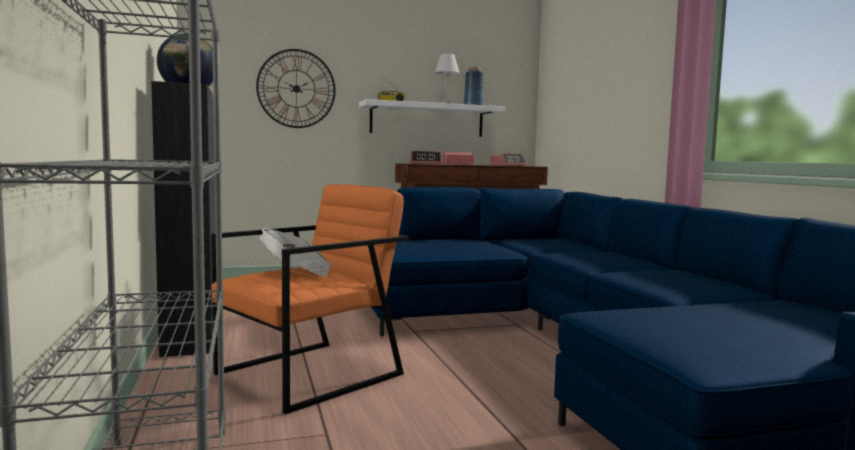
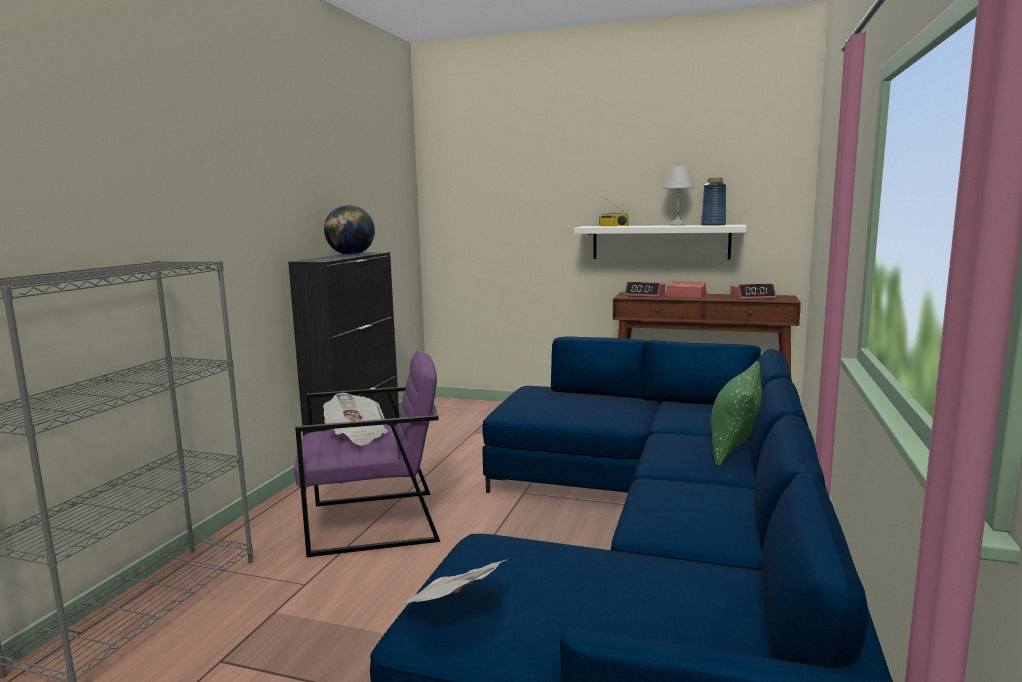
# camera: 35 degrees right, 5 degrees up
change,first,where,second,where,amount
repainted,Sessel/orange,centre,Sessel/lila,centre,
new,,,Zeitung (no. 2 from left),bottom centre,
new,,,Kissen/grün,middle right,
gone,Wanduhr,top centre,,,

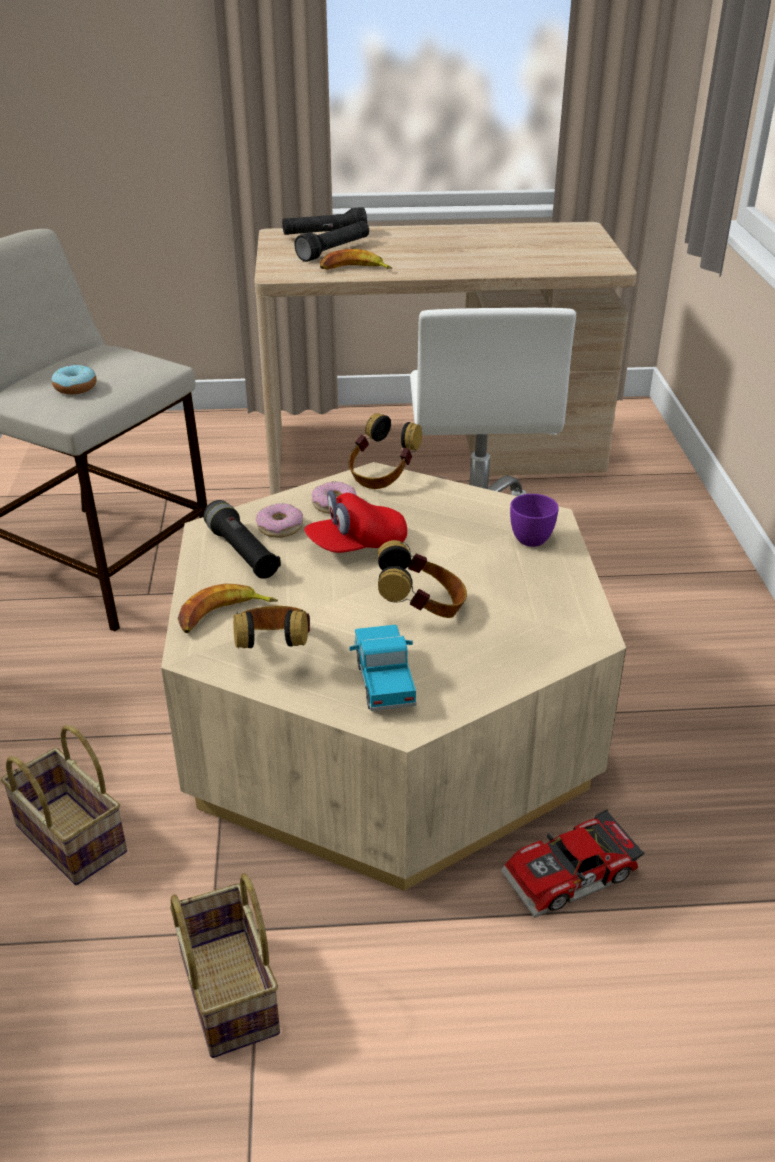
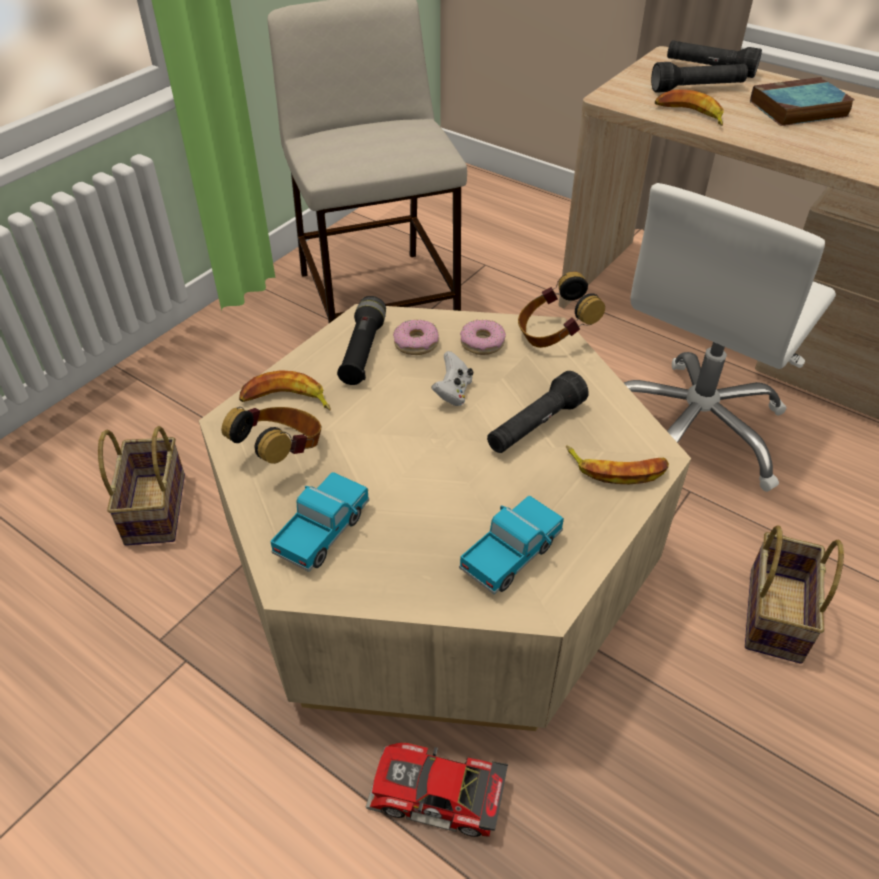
# camera: 40 degrees right, 10 degrees up
change,first,where,second,where,amount
swapped,Kappe/rot,centre,Gamepad/weiß,centre,
new,,,Spielzeuglaster (no. 2 from left),centre,
new,,,Taschenlampe/schwarz (no. 2 from left),centre,
swapped,Tasse/lila,middle right,Banane (no. 2 from left),middle right,
shifted,Korb (no. 2 from left),bottom left,,bottom right,
new,,,Buch,top right,
gone,Donut (no. 1 from left),top left,,,
gone,Kopfhörer (no. 3 from left),centre,,,

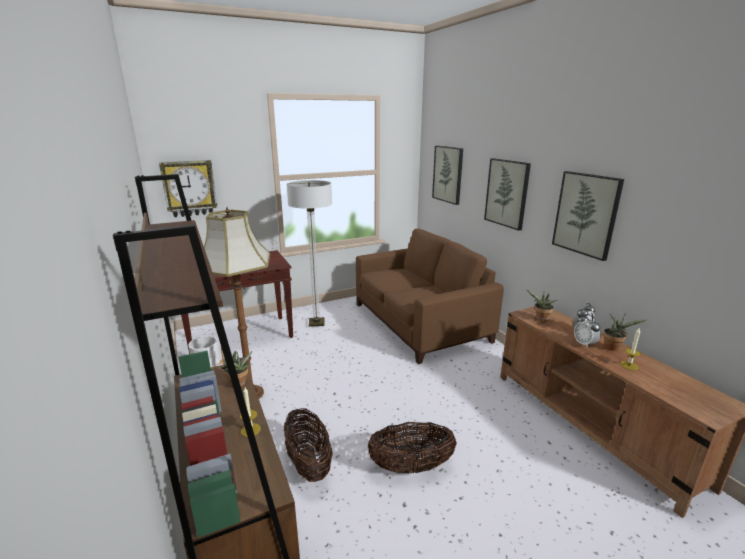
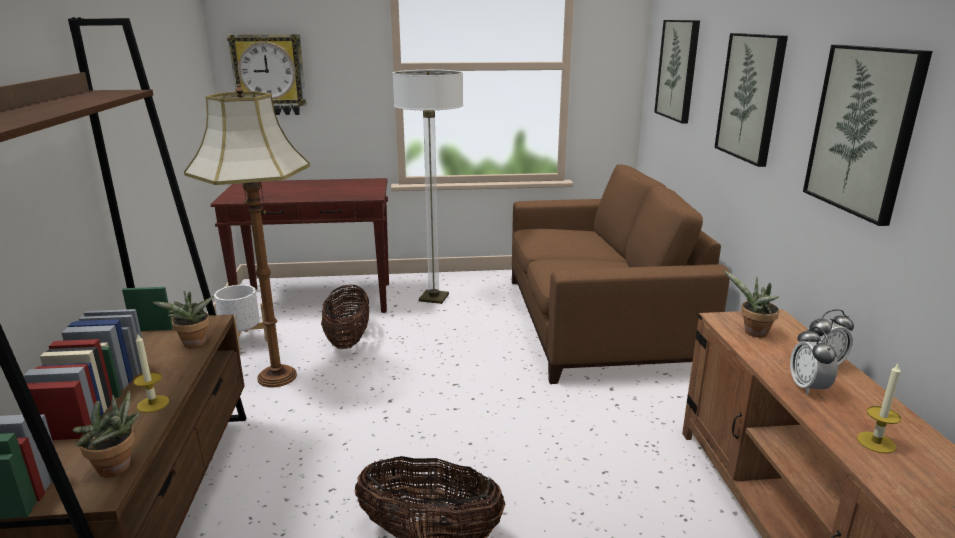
# camera: 20 degrees right, 0 degrees up
change,first,where,second,where,amount
shifted,Topfpflanze (no. 3 from left in the first image),middle right,Topfpflanze (no. 1 from left),bottom left,
shifted,Korb (no. 1 from left),bottom centre,,centre,

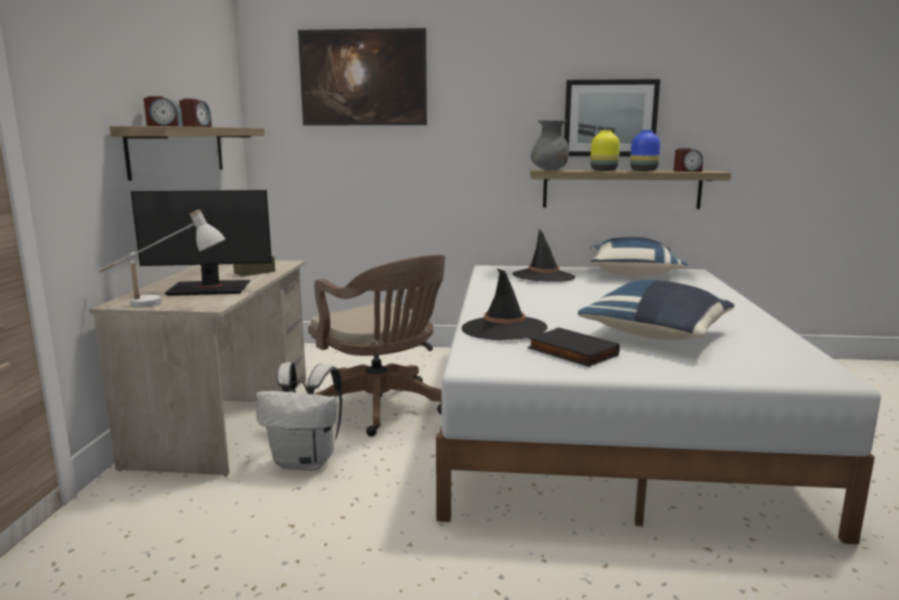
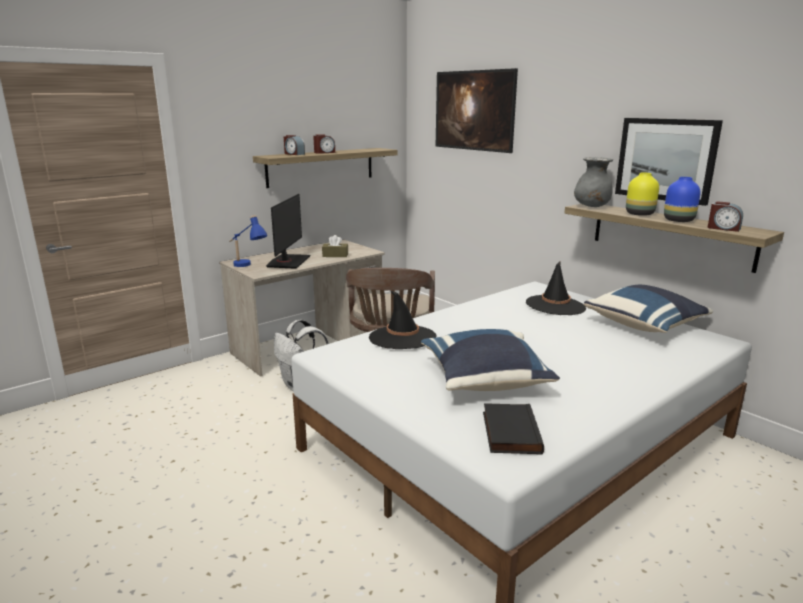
# camera: 45 degrees right, 5 degrees up
change,first,where,second,where,amount
repainted,Tischlampe/weiß,middle left,Tischlampe/blau,middle left,
rotated,Monitor,middle left,,centre,120 degrees counterclockwise
shifted,Buch/schwarz,centre,,bottom centre,

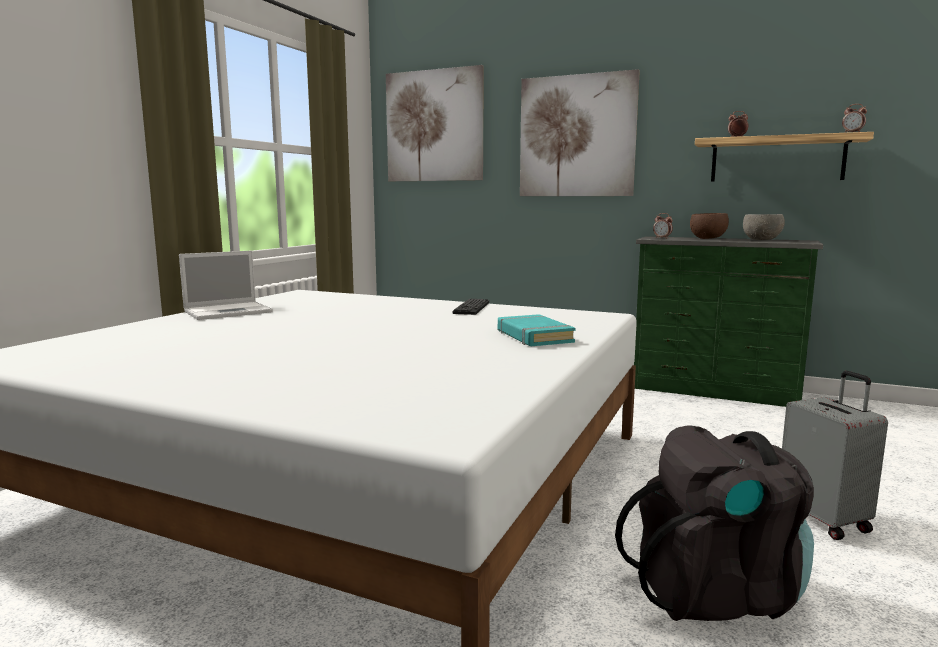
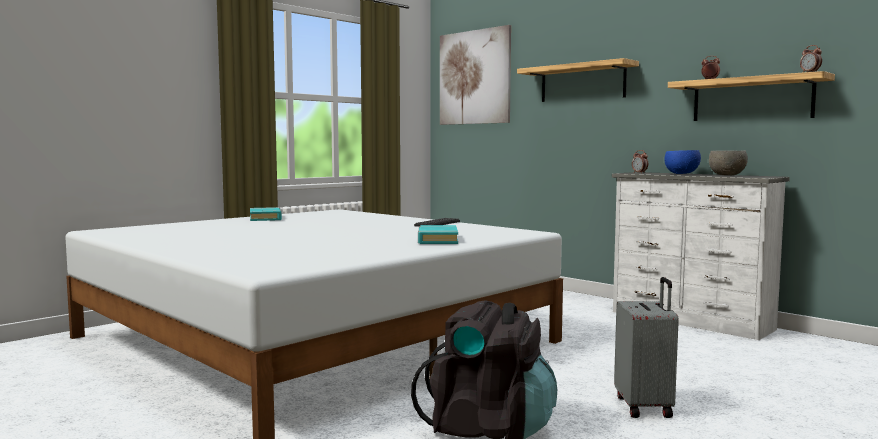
# camera: 20 degrees right, 5 degrees down
change,first,where,second,where,amount
swapped,Laptop,middle left,Buch/türkis (no. 1 from left),middle left,
swapped,Bild (no. 2 from left),top centre,Wandregal (no. 1 from left),top centre,
repainted,Kommode/grün,middle right,Kommode/weiß,middle right,
repainted,Schüssel/braun,middle right,Schüssel/blau,middle right,

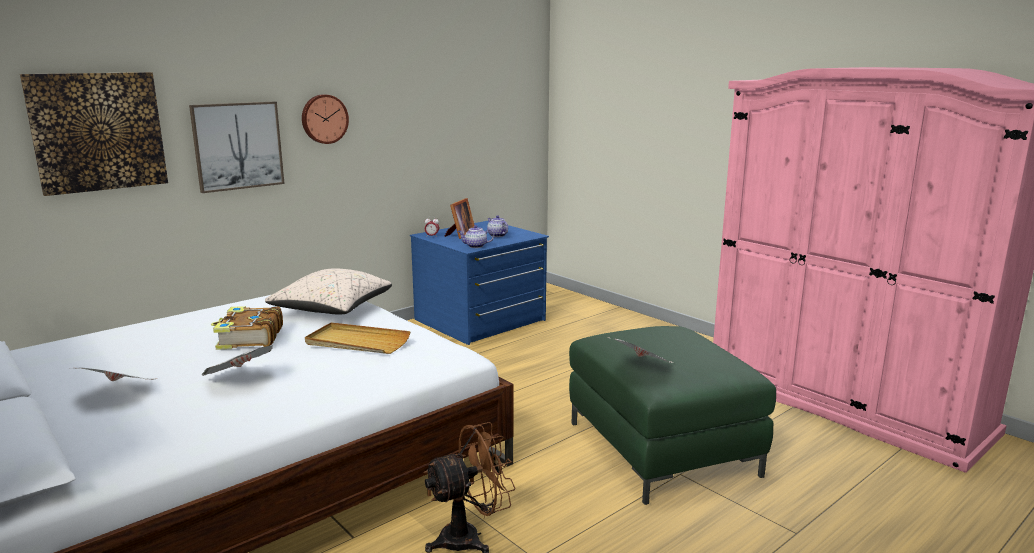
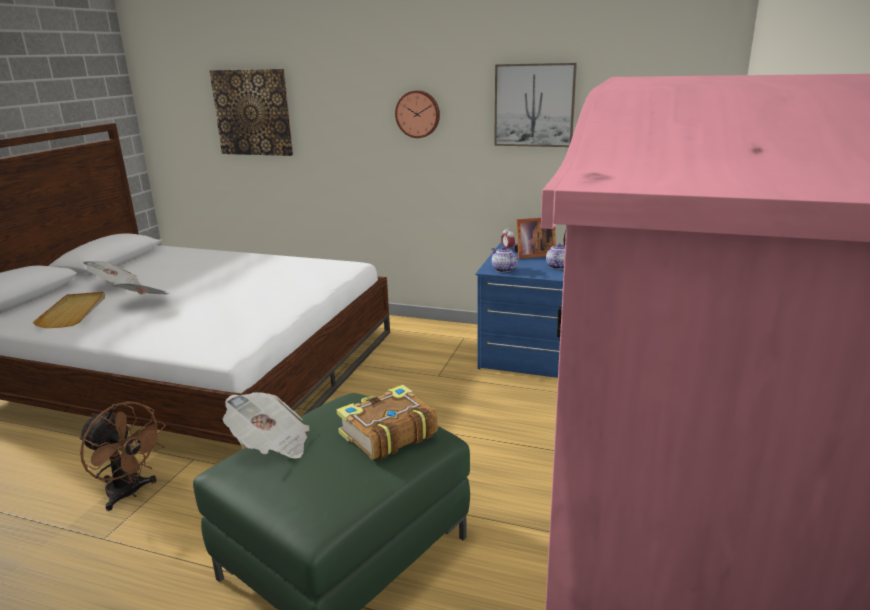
# camera: 60 degrees right, 5 degrees up
change,first,where,second,where,amount
shifted,Tablett/beige,centre,,middle left,
shifted,Buch,middle left,,bottom centre,
shifted,Bild (no. 2 from left),top left,,top centre,
gone,Kissen/beige,middle left,,,

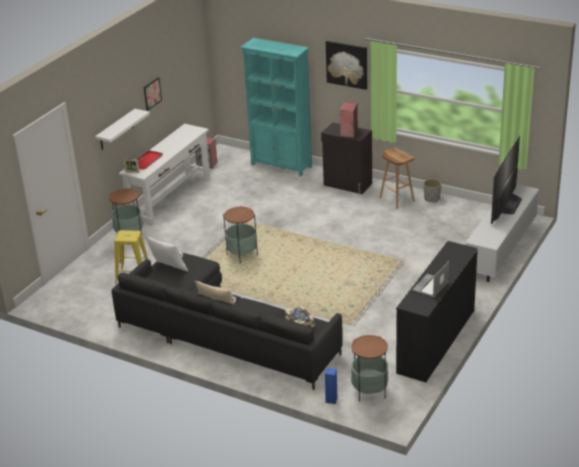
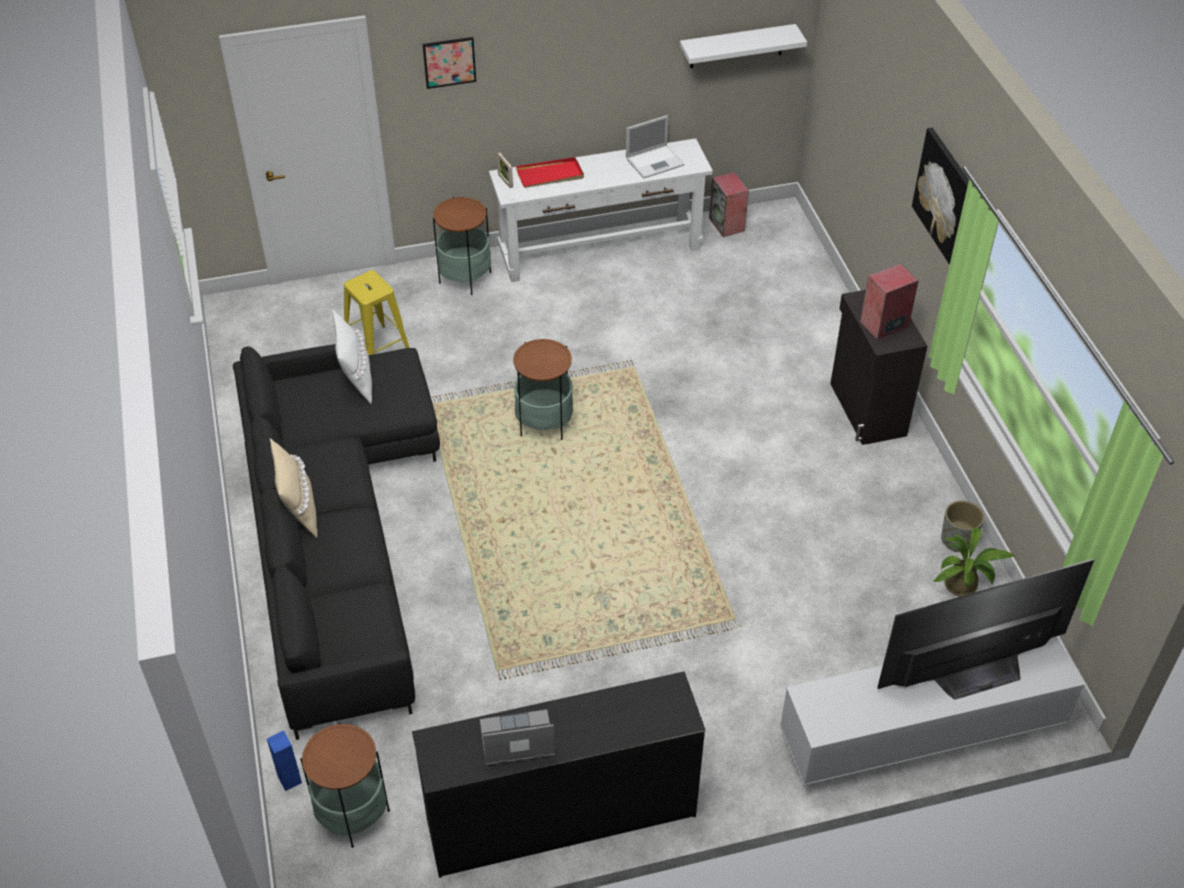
# camera: 45 degrees right, 15 degrees up
change,first,where,second,where,amount
shifted,Bild (no. 1 from left),top left,,top centre,
new,,,Laptop (no. 2 from left),top centre,
shifted,Wandregal/weiß,top left,,top centre,
new,,,Topfpflanze,middle right,
gone,Bücherregal/türkis,top centre,,,
gone,Buch,bottom centre,,,
gone,Hocker/braun,middle right,,,

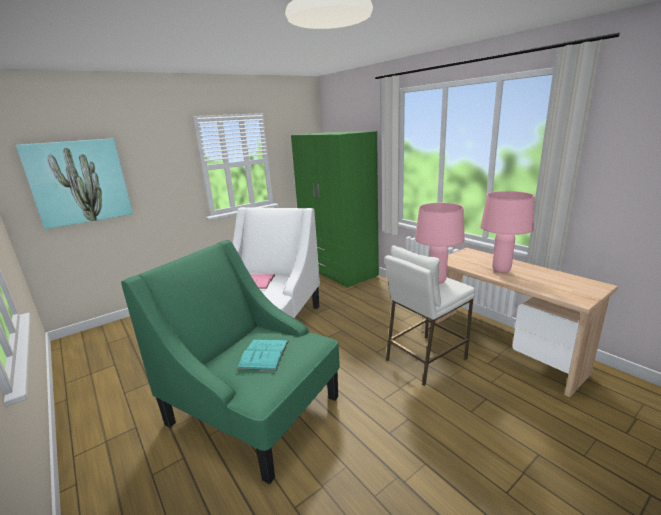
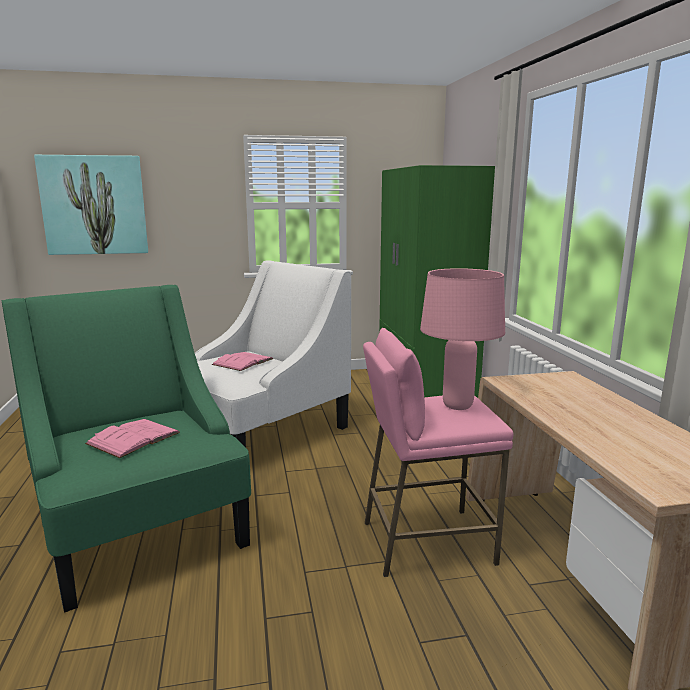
# camera: 25 degrees right, 5 degrees down
change,first,where,second,where,amount
repainted,Buch/türkis,bottom centre,Buch/rosa (no. 1 from left),middle left,
repainted,Hocker/weiß,centre,Hocker/rosa,centre,
gone,Tischlampe/rosa (no. 2 from left),middle right,,,

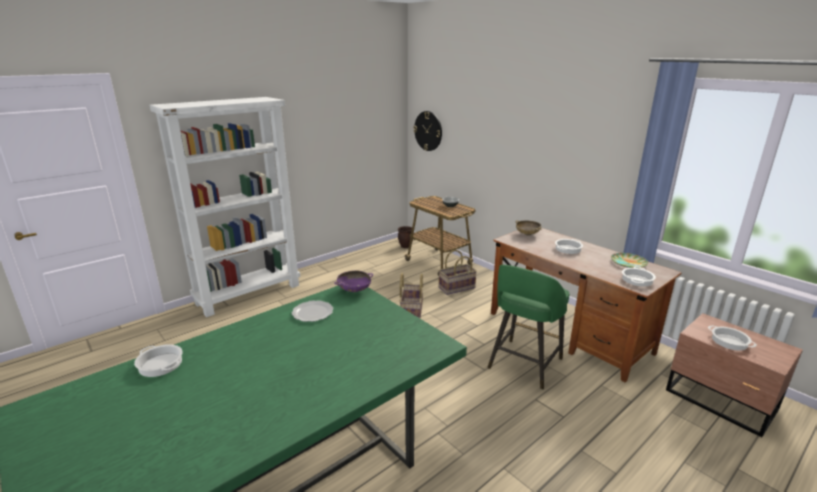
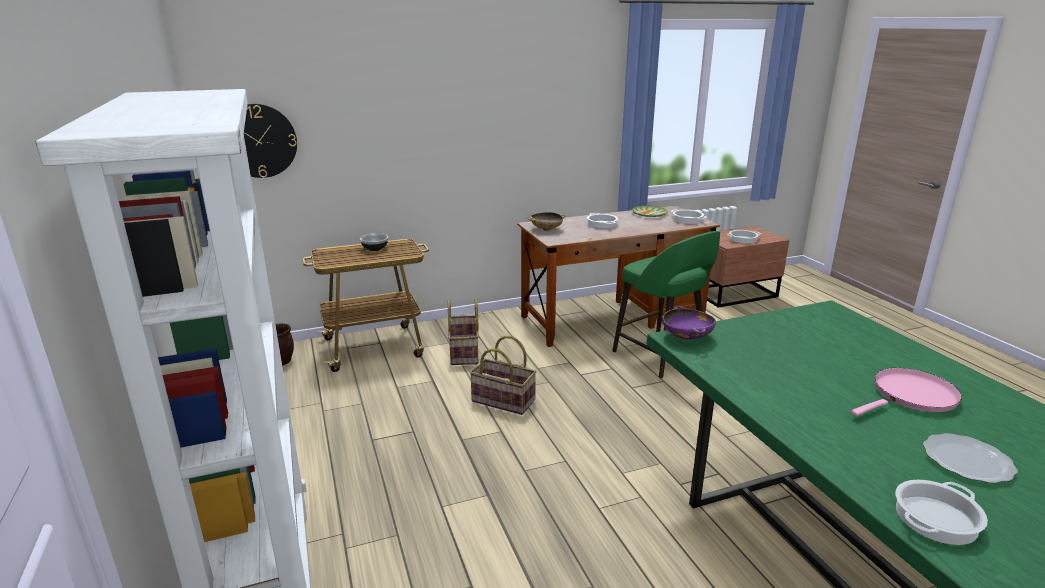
# camera: 70 degrees left, 0 degrees up
change,first,where,second,where,amount
new,,,Pfanne/rosa,bottom right,
shifted,Teller (no. 1 from left in the first image),centre,Teller (no. 2 from left),bottom right,

